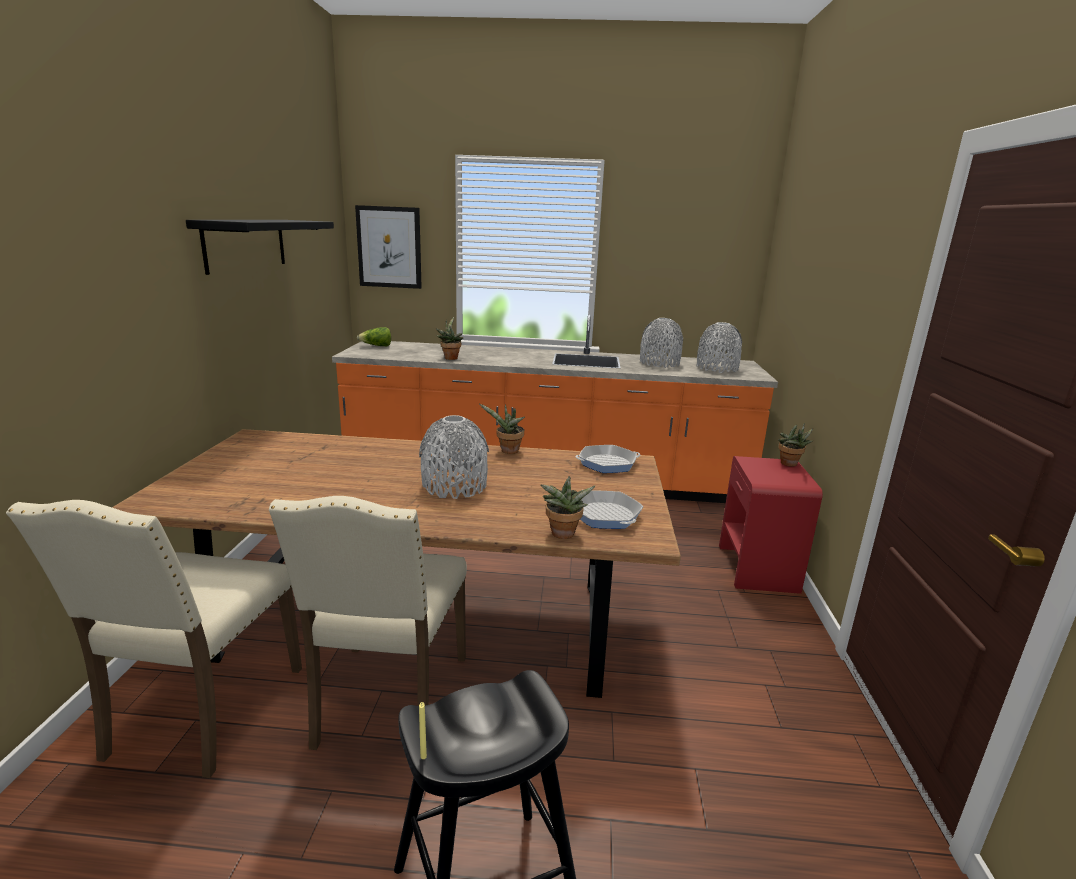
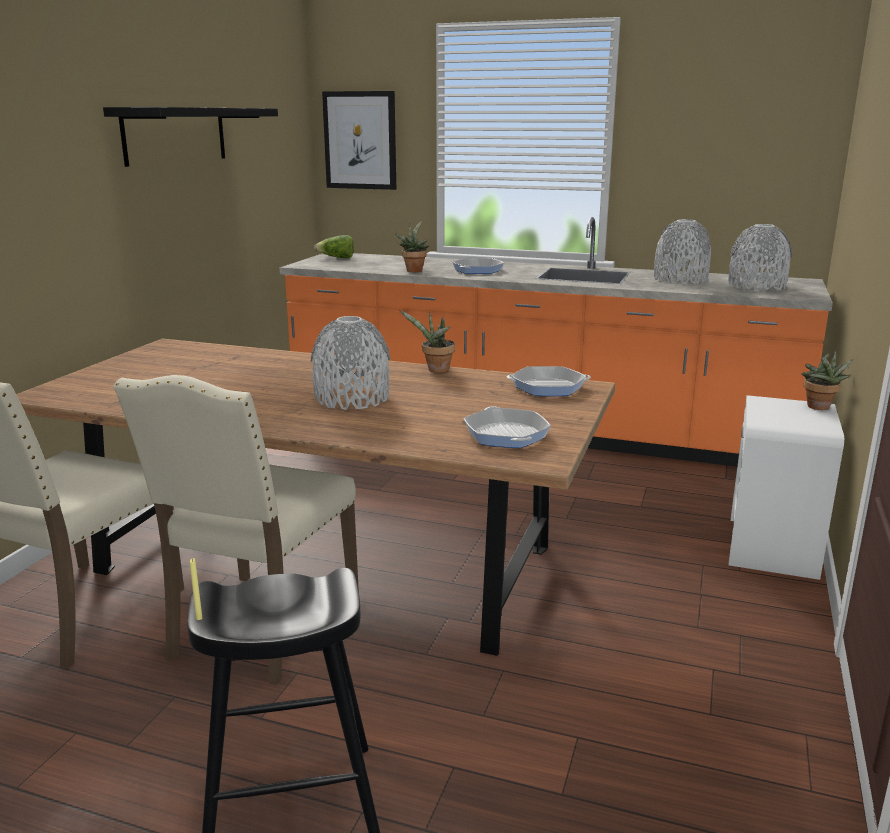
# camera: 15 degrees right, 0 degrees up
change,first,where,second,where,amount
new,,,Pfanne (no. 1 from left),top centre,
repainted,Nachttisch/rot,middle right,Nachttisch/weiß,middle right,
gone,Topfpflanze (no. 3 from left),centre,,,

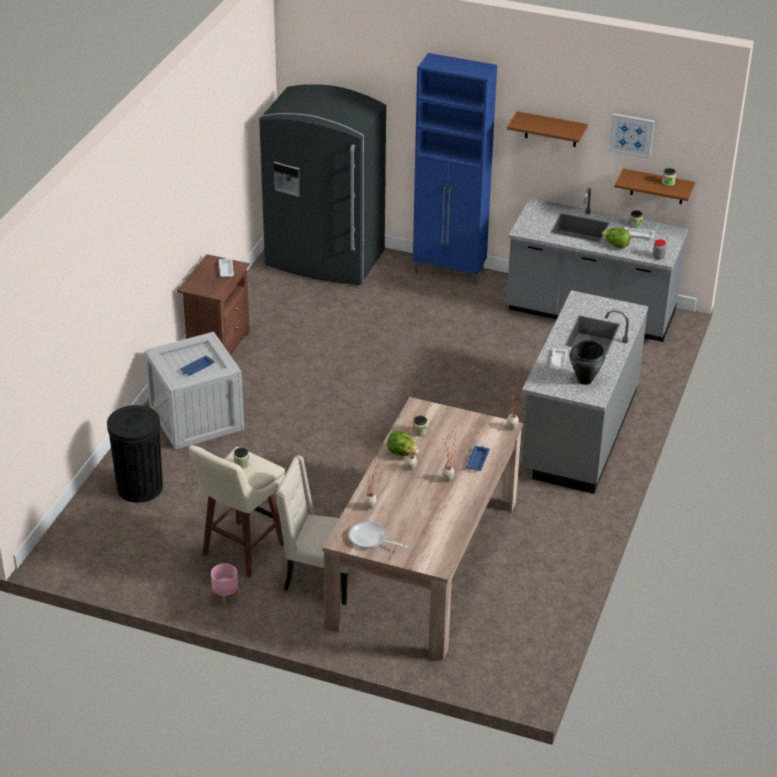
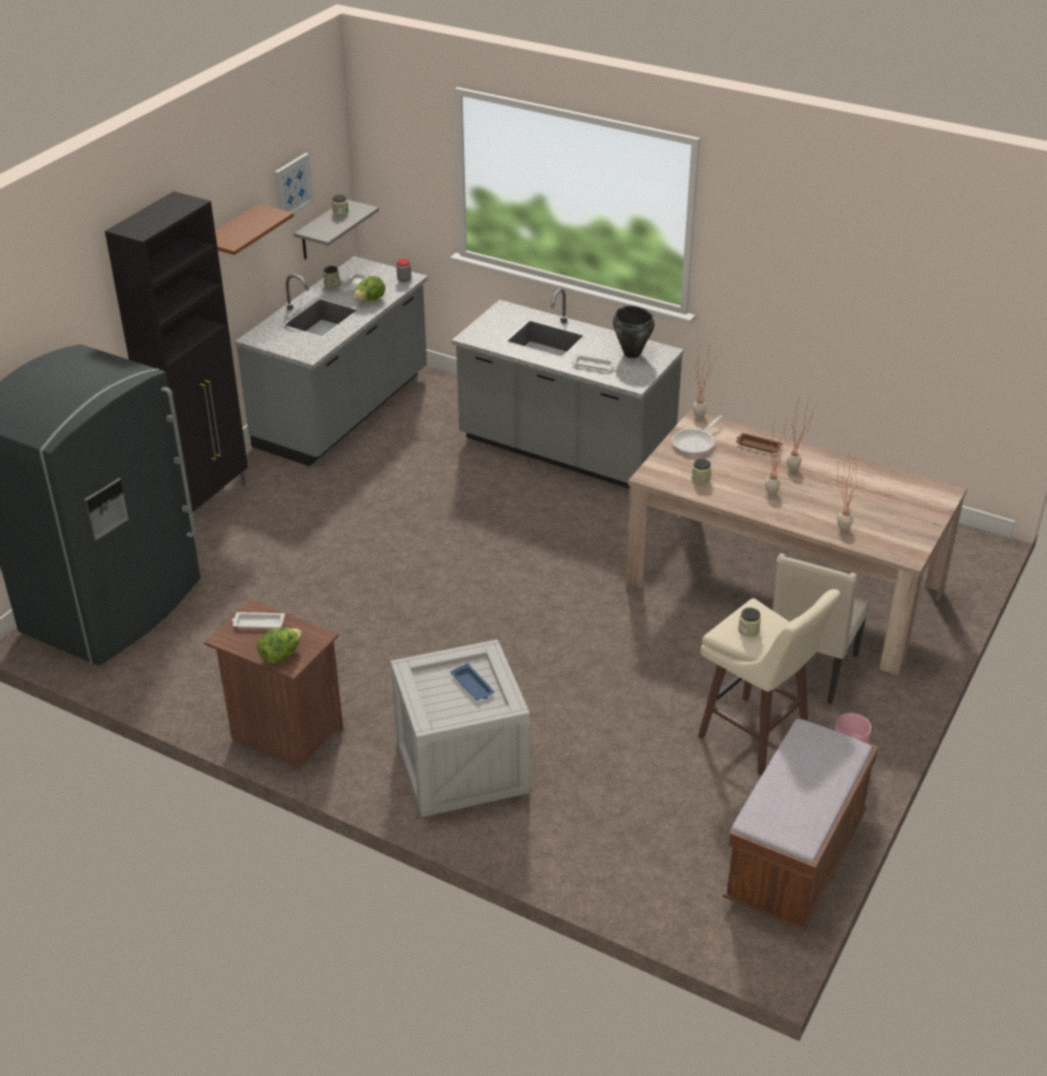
# camera: 80 degrees left, 0 degrees up
change,first,where,second,where,amount
repainted,Schrank/blau,top centre,Schrank/schwarz,top left,
shifted,Salatkopf (no. 1 from left),centre,,middle left,
repainted,Wandregal/braun (no. 2 from left),top right,Wandregal/grau,top left,
shifted,Pfanne,bottom centre,,centre,
new,,,Bank/braun,bottom right,
repainted,Tablett/blau (no. 2 from left),centre,Tablett/braun,middle right,
gone,Mülleimer/schwarz,middle left,,,

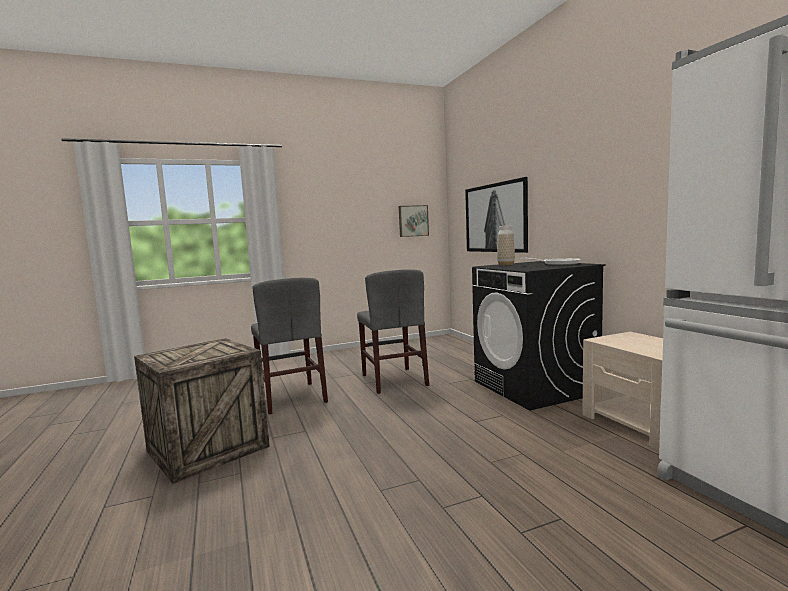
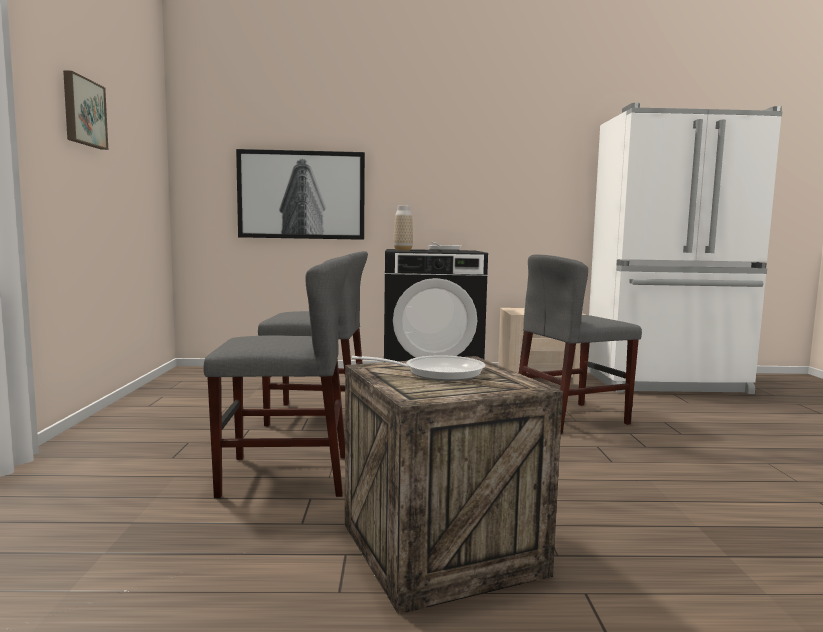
# camera: 70 degrees left, 0 degrees up
change,first,where,second,where,amount
shifted,Bild (no. 1 from left),centre,,top left,
new,,,Pfanne (no. 1 from left),centre,
new,,,Stuhl/grau (no. 3 from left),middle right,

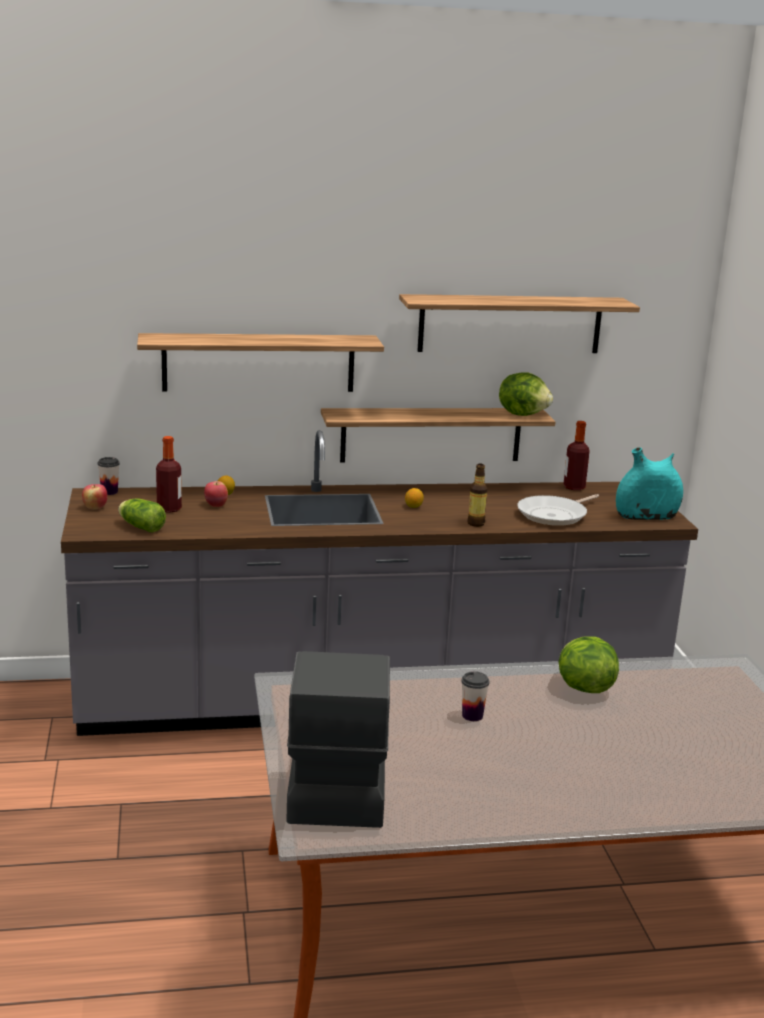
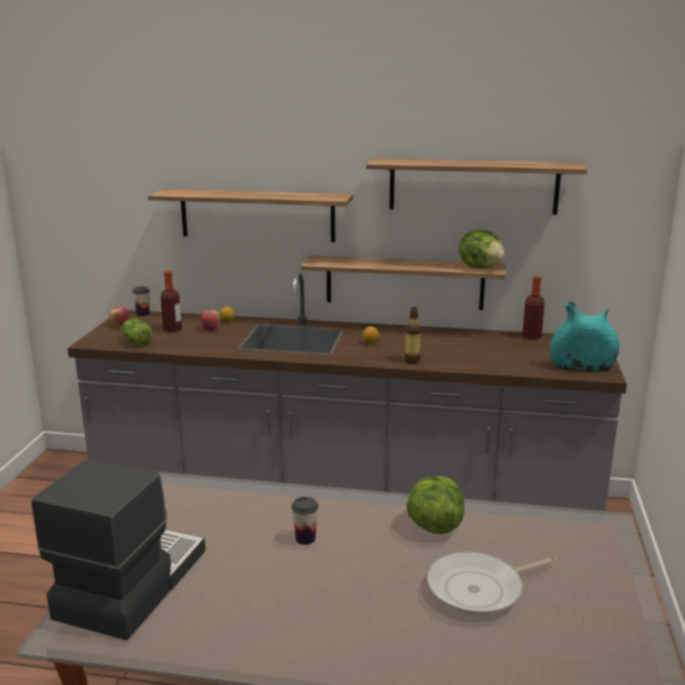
# camera: 20 degrees right, 0 degrees up
change,first,where,second,where,amount
shifted,Pfanne,middle right,,bottom right,

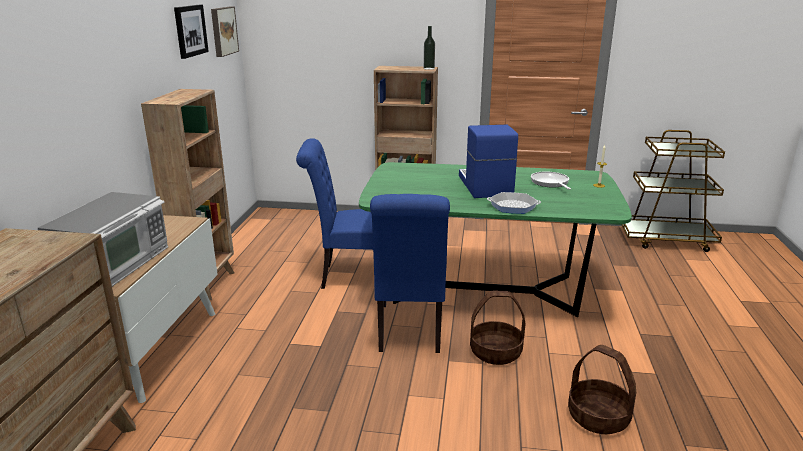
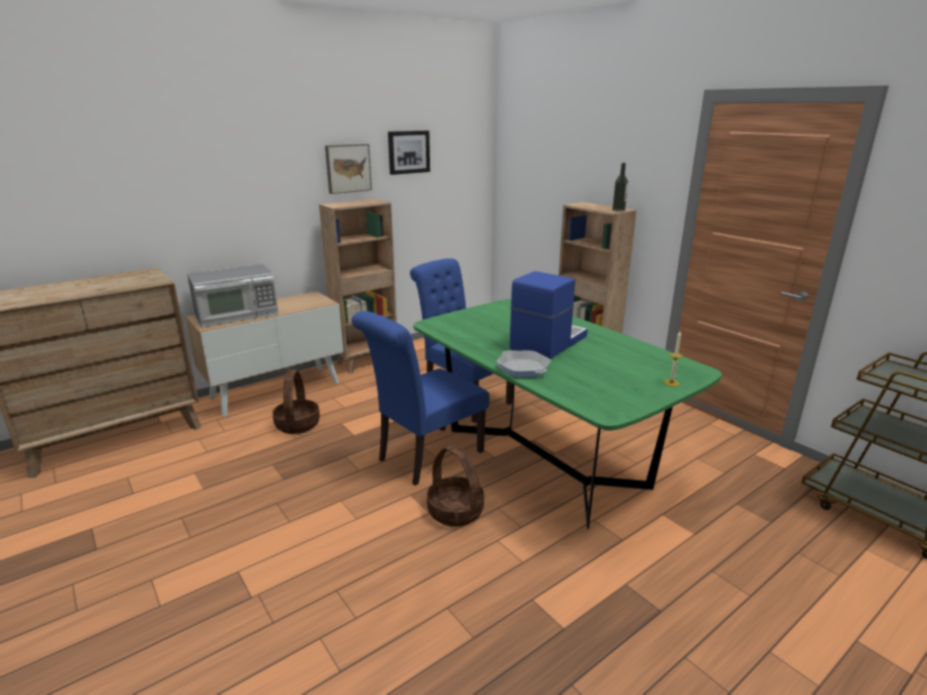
# camera: 45 degrees right, 0 degrees up
change,first,where,second,where,amount
shifted,Korb (no. 2 from left in the first image),bottom right,Korb (no. 1 from left),middle left,
shifted,Bild (no. 2 from left in the first image),top left,Bild (no. 1 from left),top centre,
gone,Pfanne (no. 2 from left),middle right,,,

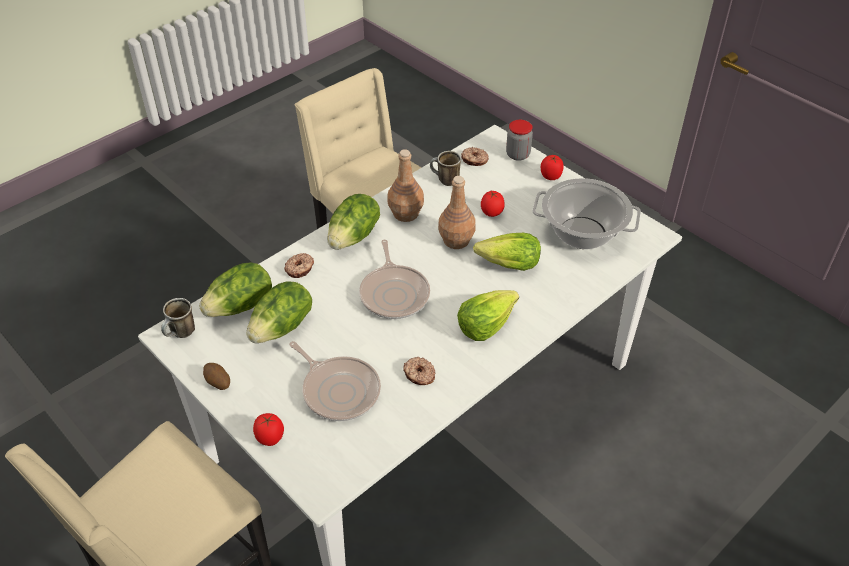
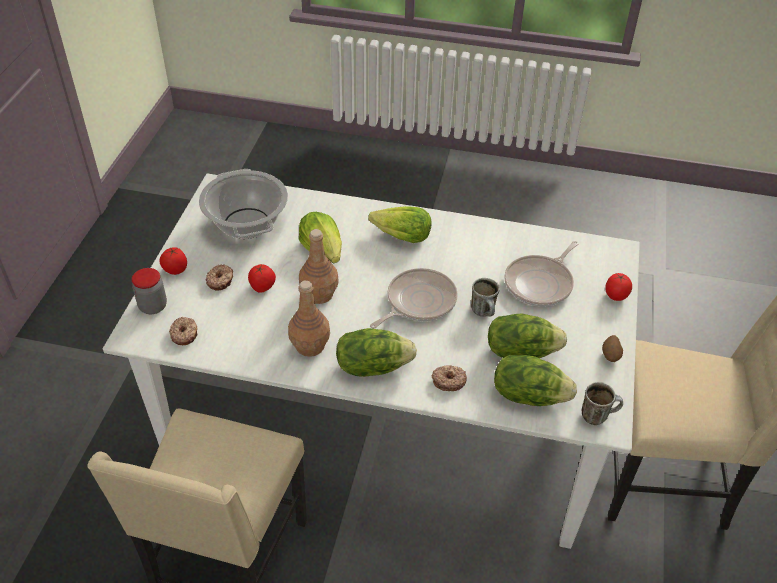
# camera: 125 degrees left, 0 degrees up
change,first,where,second,where,amount
shifted,Donut (no. 2 from left),centre,,middle left,
shifted,Henkelbecher (no. 2 from left in the first image),top centre,Henkelbecher (no. 1 from left),centre,
rotated,Pfanne (no. 1 from left in the first image),bottom centre,Pfanne (no. 2 from left),middle right,150 degrees counterclockwise

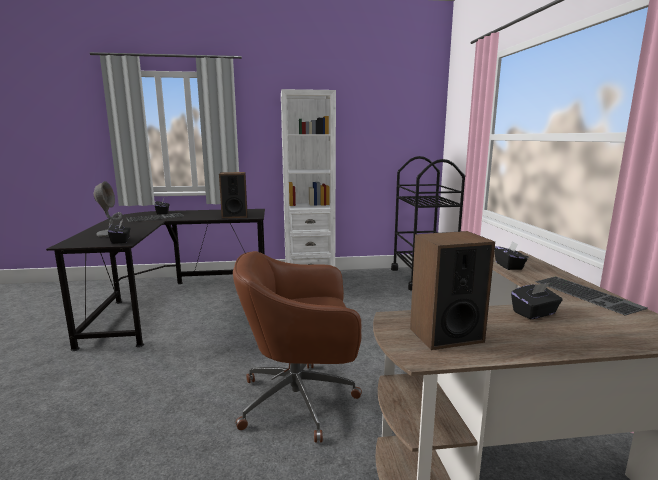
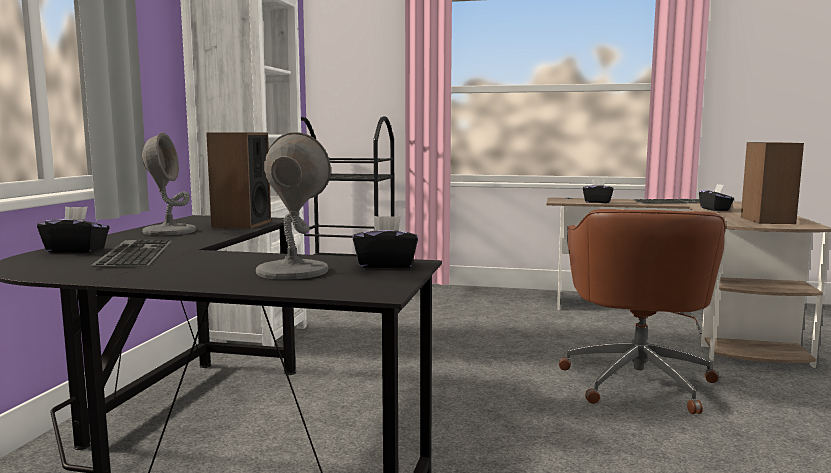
# camera: 70 degrees left, 5 degrees down
change,first,where,second,where,amount
new,,,Tischlampe/grau (no. 1 from left),middle left,

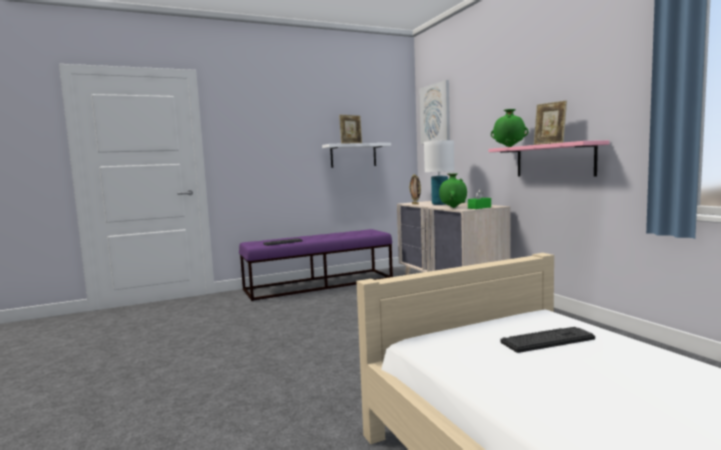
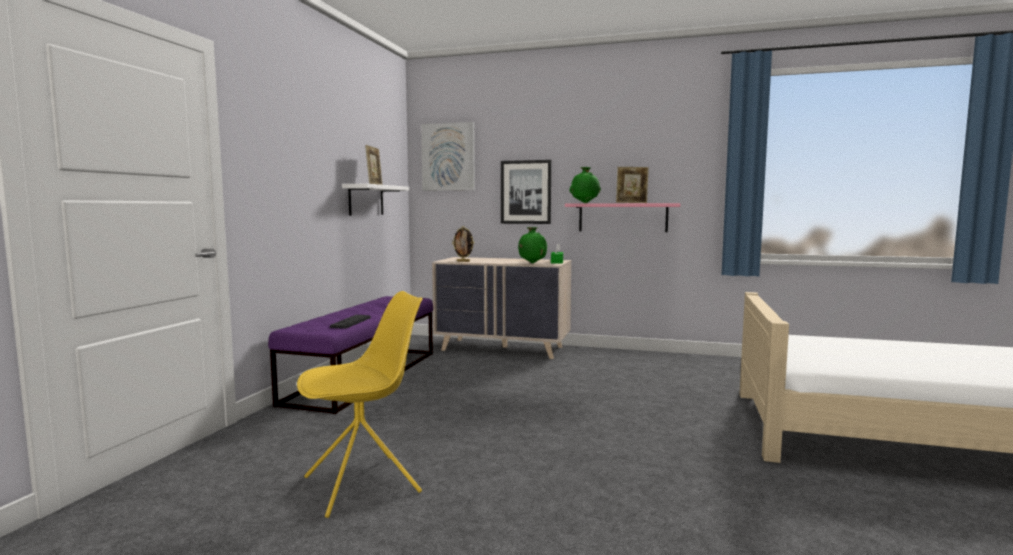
# camera: 50 degrees left, 0 degrees up
change,first,where,second,where,amount
new,,,Stuhl/gelb,bottom centre,
new,,,Bild (no. 2 from left),centre,
gone,Tischlampe/weiß,centre,,,
gone,Tastatur (no. 2 from left),bottom right,,,

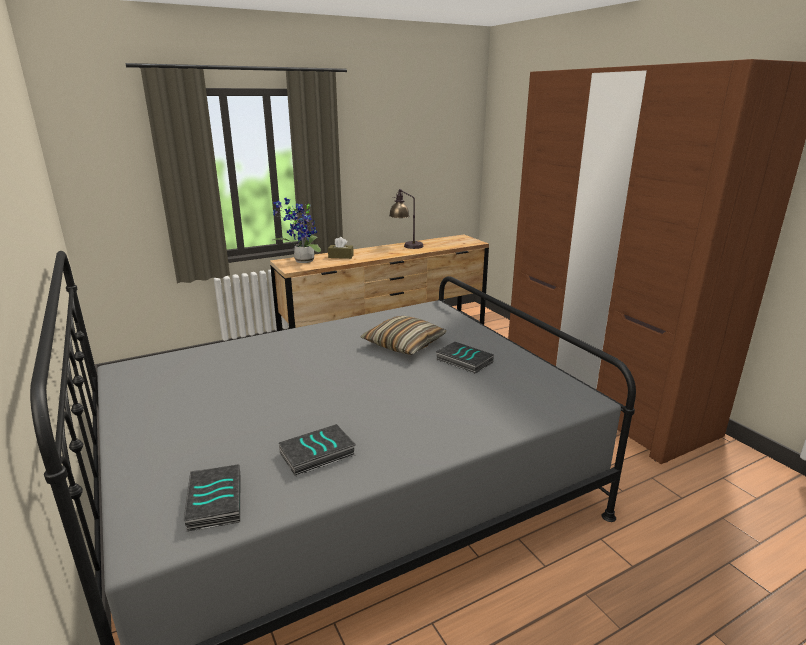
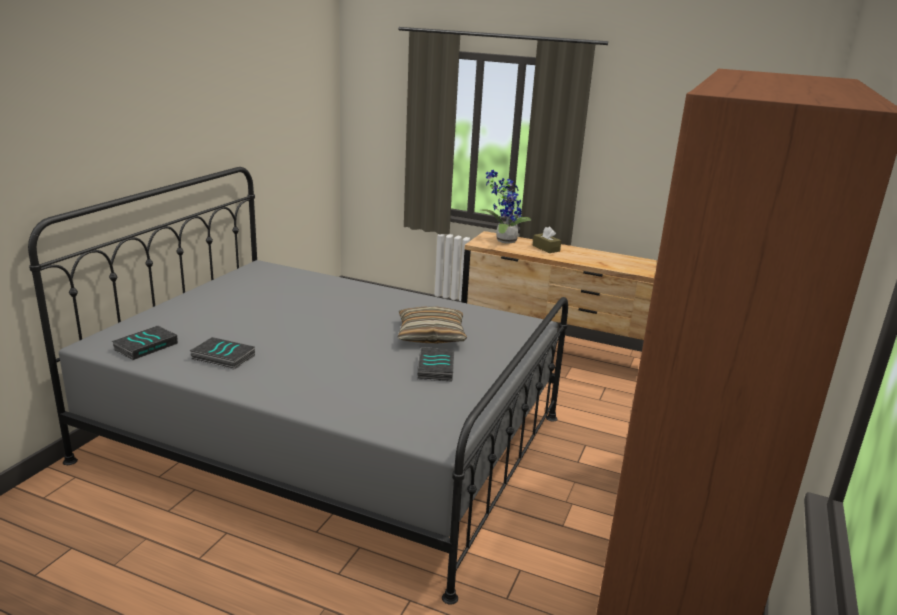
# camera: 50 degrees right, 0 degrees up
change,first,where,second,where,amount
gone,Tischlampe,centre,,,

